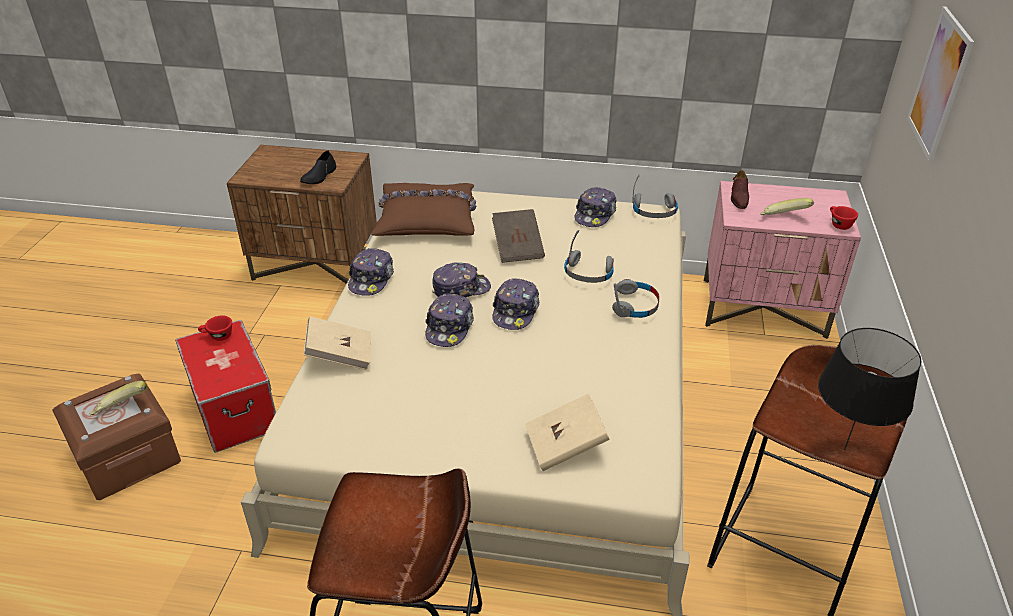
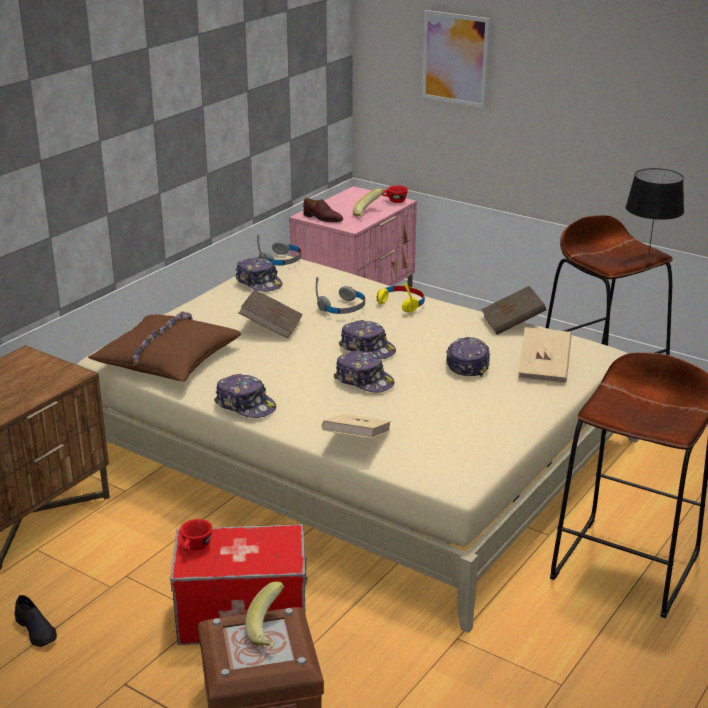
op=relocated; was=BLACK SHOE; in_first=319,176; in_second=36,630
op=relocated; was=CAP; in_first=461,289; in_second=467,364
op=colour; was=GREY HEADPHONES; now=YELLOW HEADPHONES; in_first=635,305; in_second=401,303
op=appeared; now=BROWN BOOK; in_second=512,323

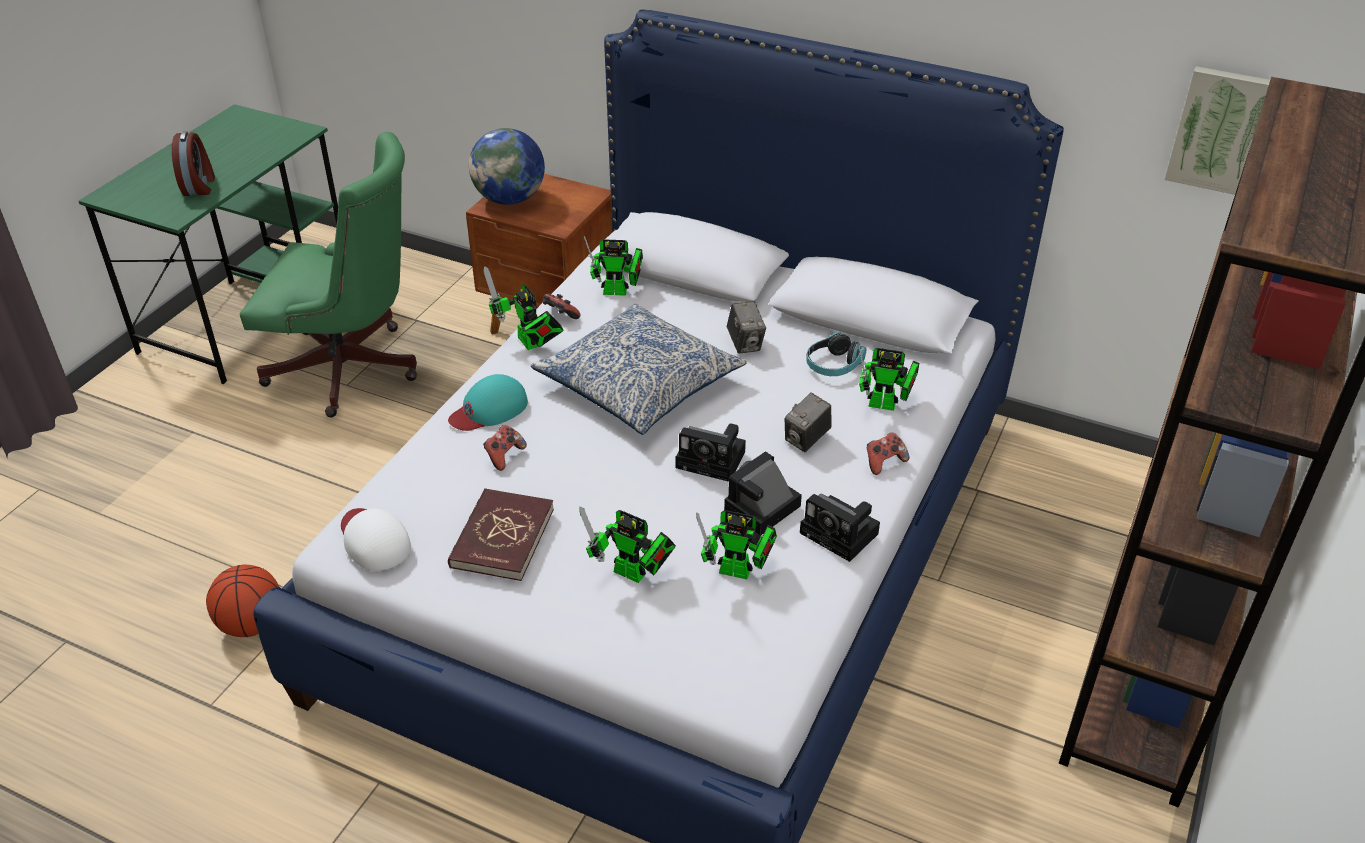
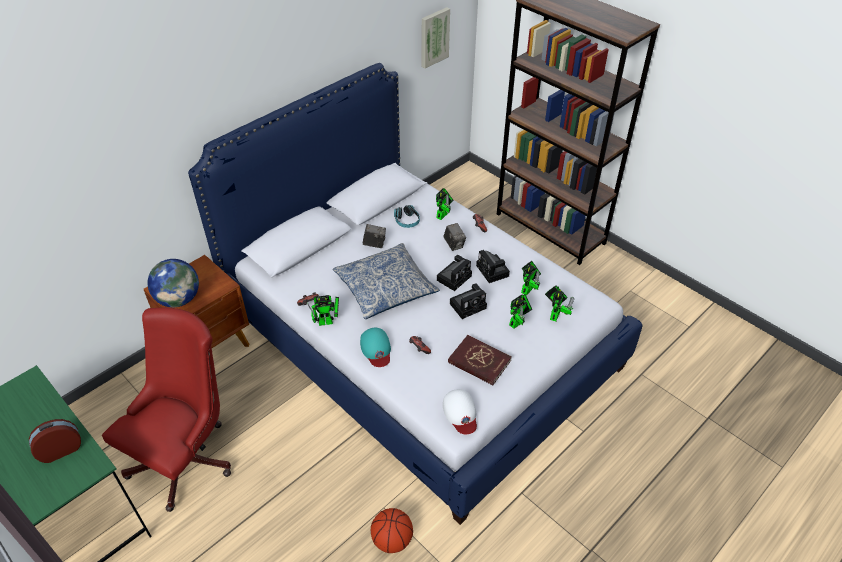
op=spun; was=ALARM CLOCK; in_first=199,186; in_second=61,449; clockwise=-45
op=colour; was=GREEN OFFICE CHAIR; now=RED OFFICE CHAIR; in_first=352,371; in_second=188,456
op=relocated; was=TOY ROBOT; in_first=619,292; in_second=555,314
op=relocated; was=PHOTO CAMERA; in_first=842,534; in_second=469,305
op=spun; was=WHITE CAP; in_first=374,540; in_second=460,413; clockwise=-90

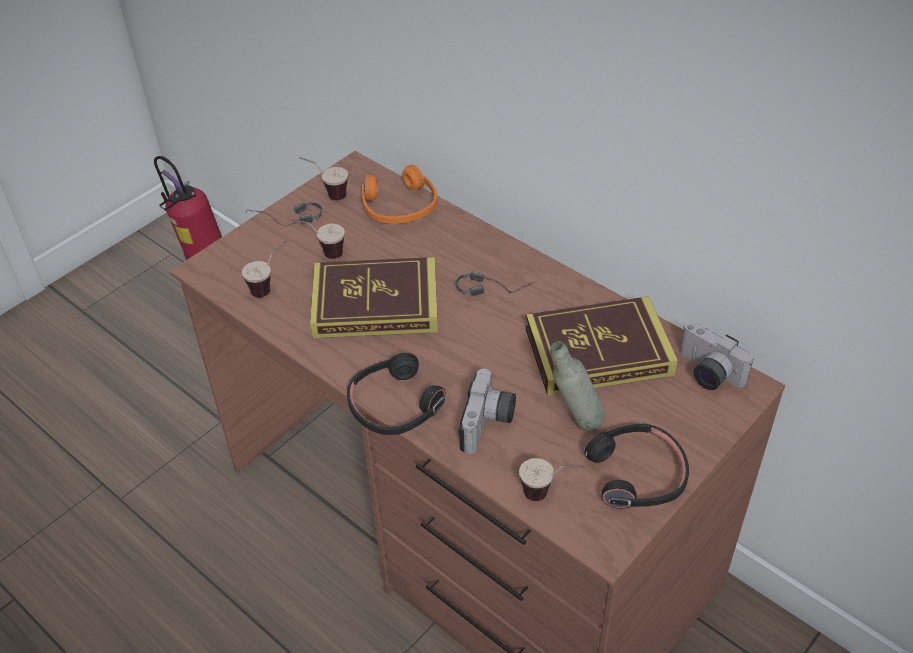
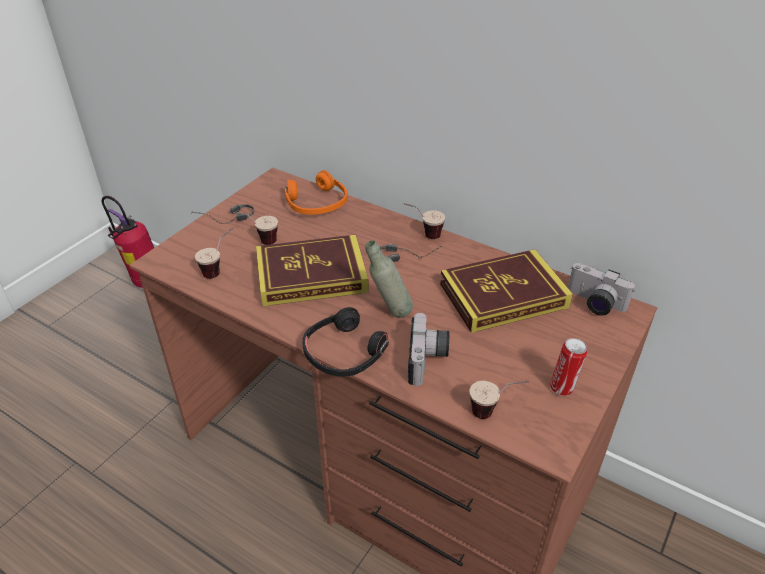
op=relocated; was=CUP; in_first=327,194; in_second=423,235
op=relocated; was=GREY BOTTLE; in_first=574,422; in_second=389,313
op=exchanged; was=BLACK HEADPHONES; now=CAN; in_first=637,474; in_second=563,388

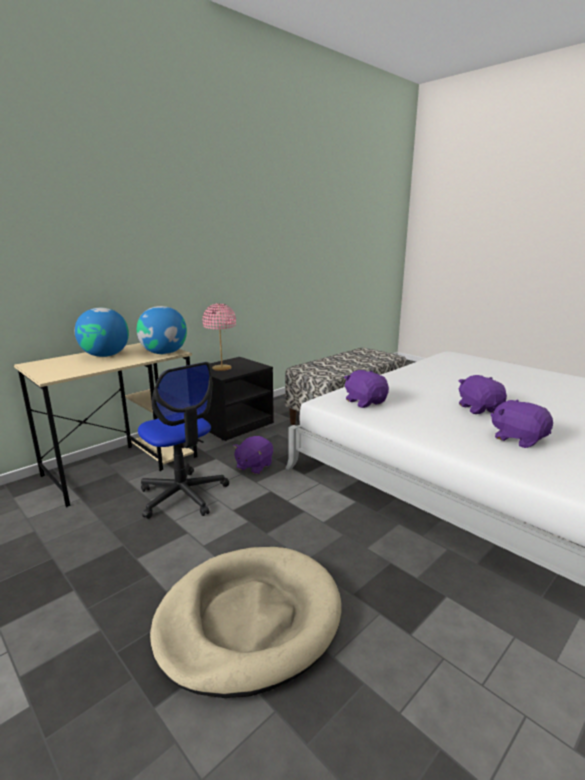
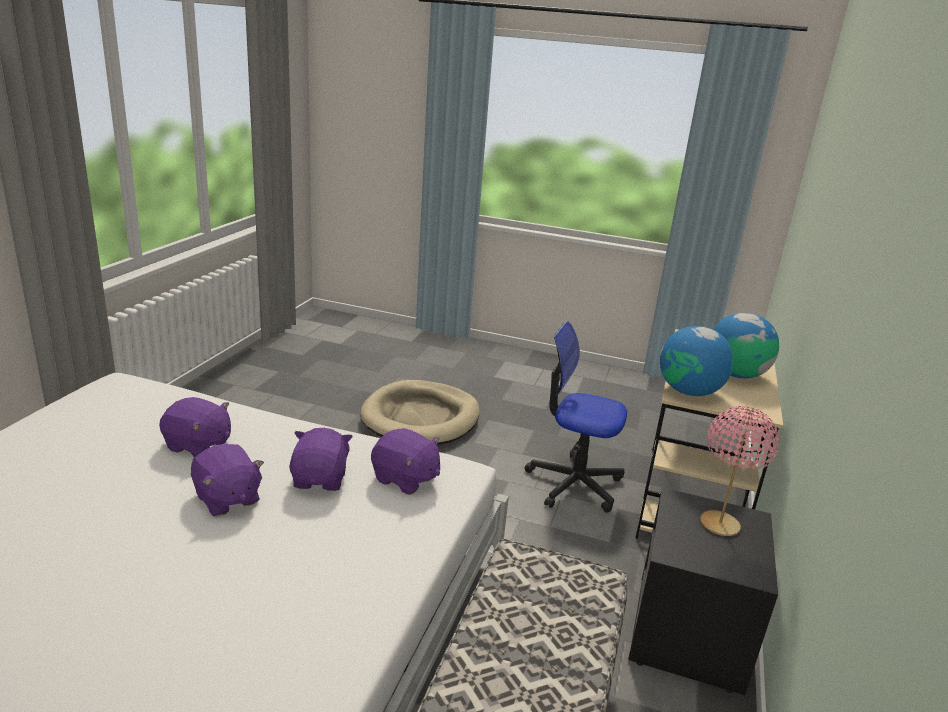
op=relocated; was=PURPLE PLUSH TOY; in_first=254,466; in_second=321,479

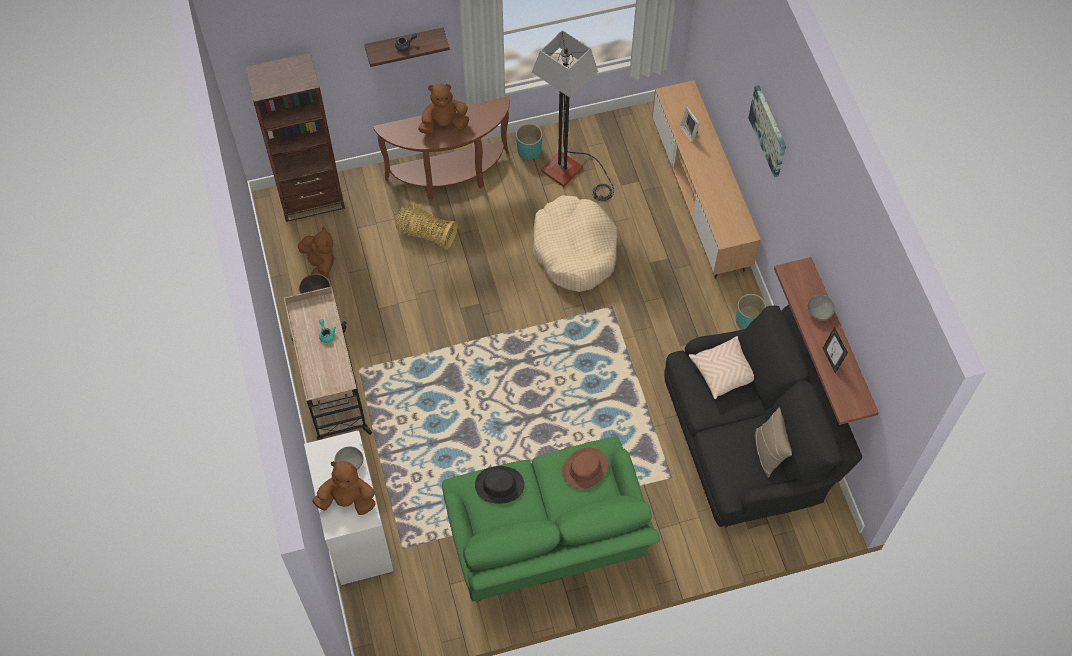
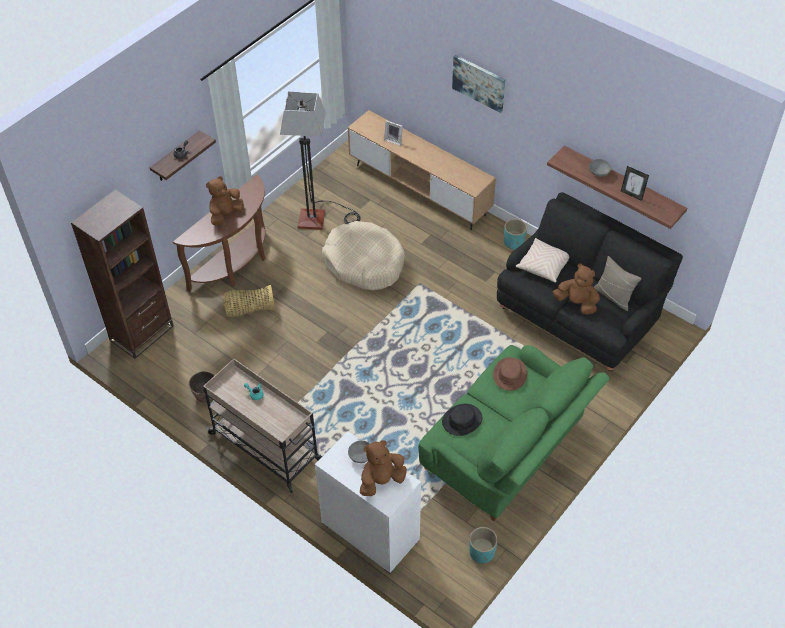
op=relocated; was=TURQUOISE PLANTER; in_first=529,150; in_second=482,553
op=relocated; was=BROWN PLUSH TOY; in_first=320,264; in_second=576,303

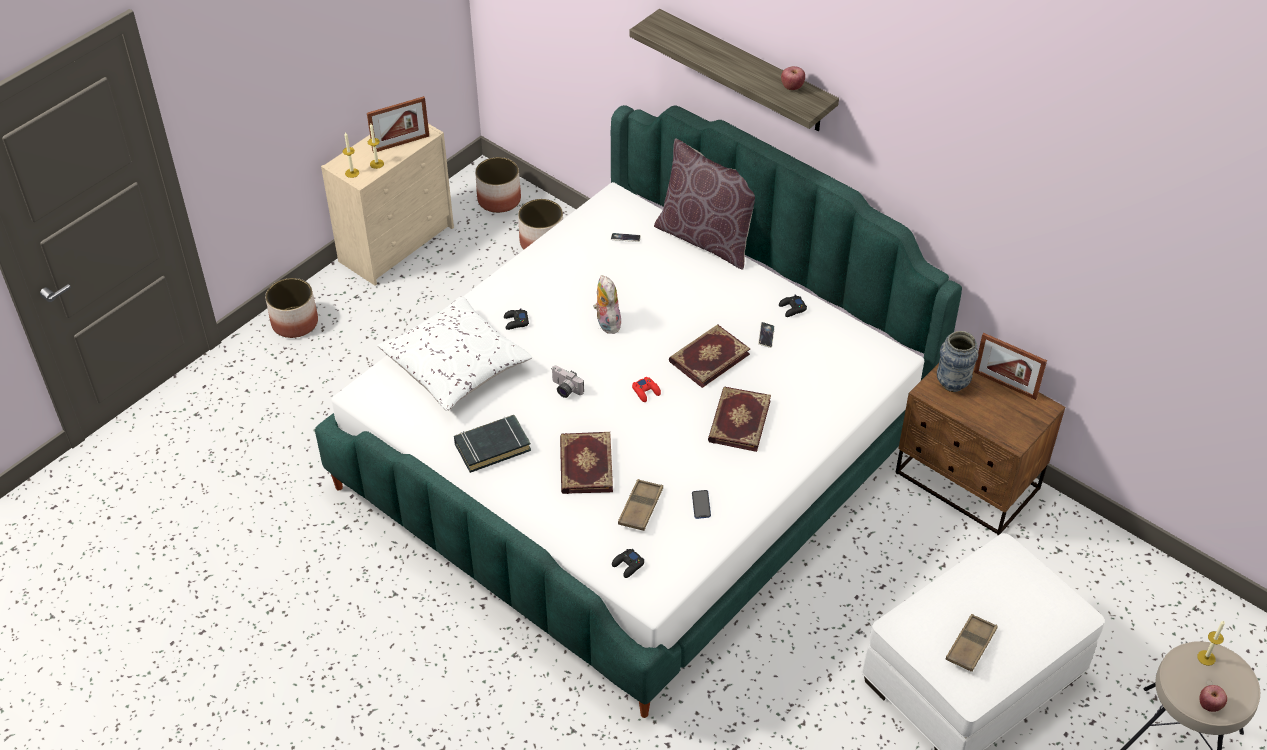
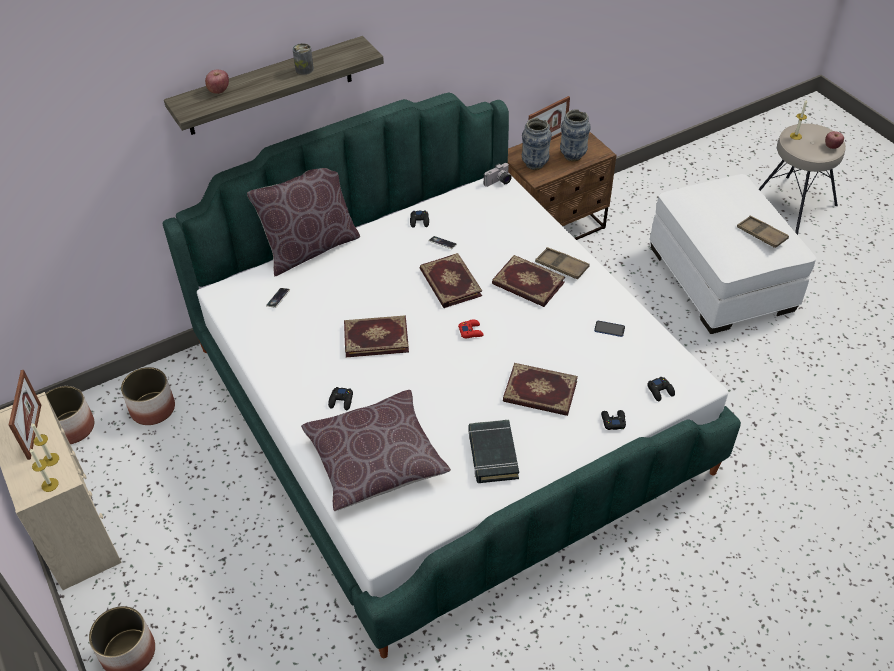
op=relocated; was=APPLE; in_first=792,87; in_second=218,90
op=exchanged; was=PLUSH TOY; now=BOOK; in_first=606,323; in_second=376,337
op=colour; was=WHITE PILLOW; now=BROWN PILLOW; in_first=456,365; in_second=375,460
op=relocated; was=PHOTO CAMERA; in_first=564,389; in_second=499,182
op=relocated; was=BROWN TRAY; in_first=640,508; in_second=561,266
op=appeared; now=CAN; in_second=304,69
op=appeared; now=VASE; in_second=572,156
op=appeared; now=BLACK GAME CONTROLLER; in_second=613,421

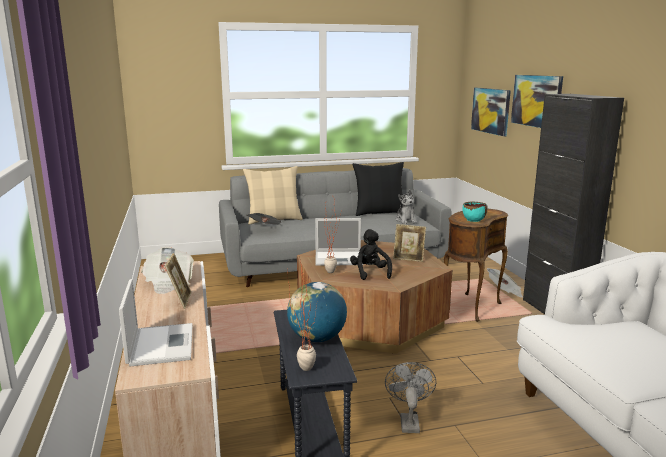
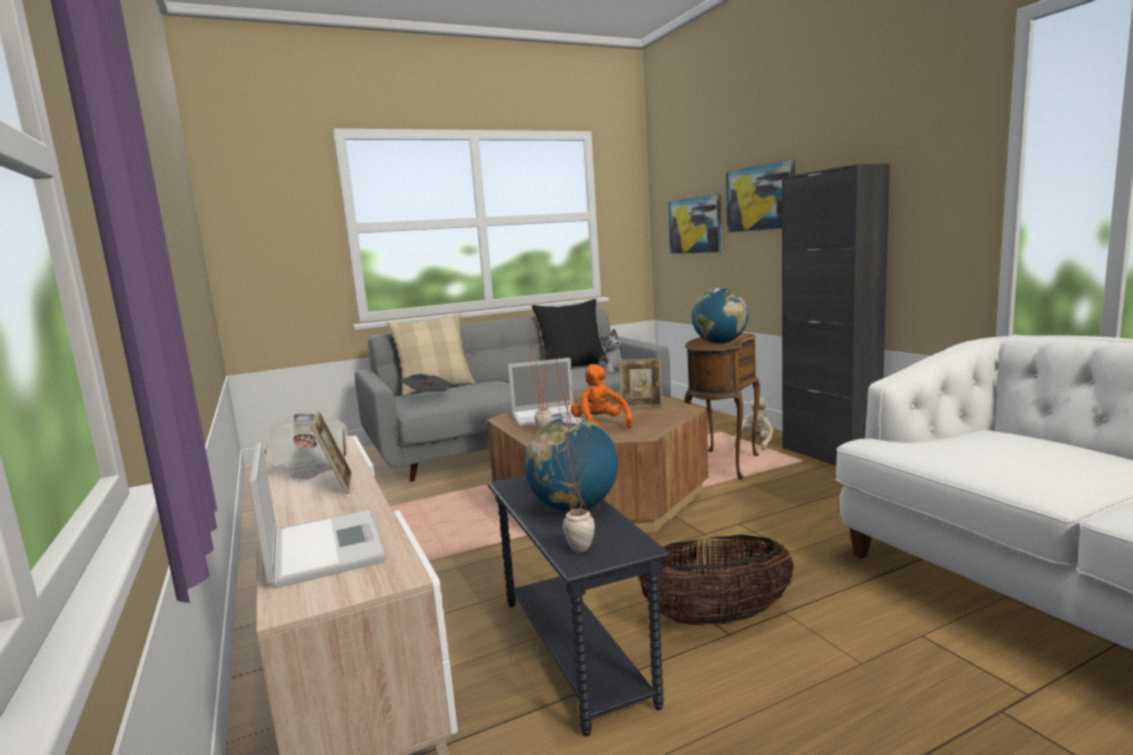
op=exchanged; was=TURQUOISE BOWL; now=GLOBE; in_first=473,220; in_second=720,343
op=colour; was=BLACK PLUSH TOY; now=ORANGE PLUSH TOY; in_first=370,273; in_second=600,425
op=exchanged; was=NEWSPAPER; now=BEIGE PLUSH TOY; in_first=504,292; in_second=755,443
op=exchanged; was=GREY FAN; now=BASKET; in_first=408,421; in_second=717,618

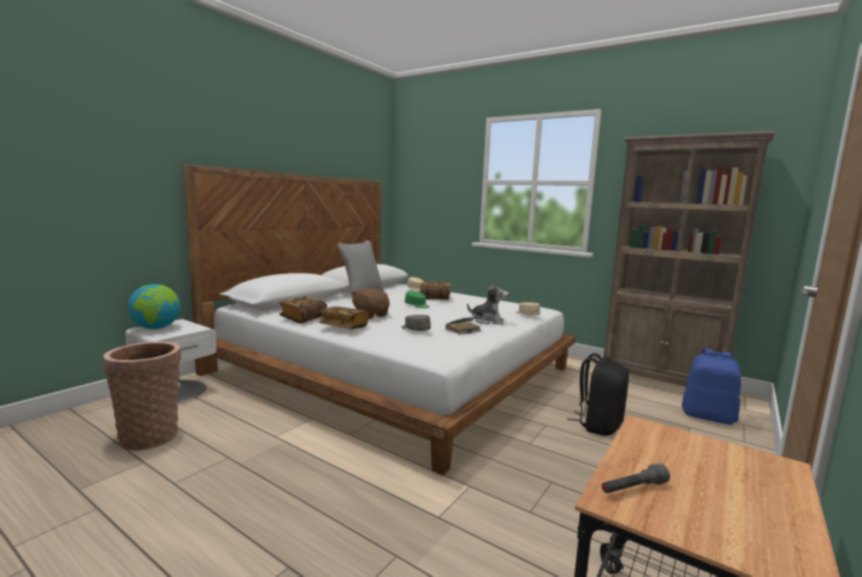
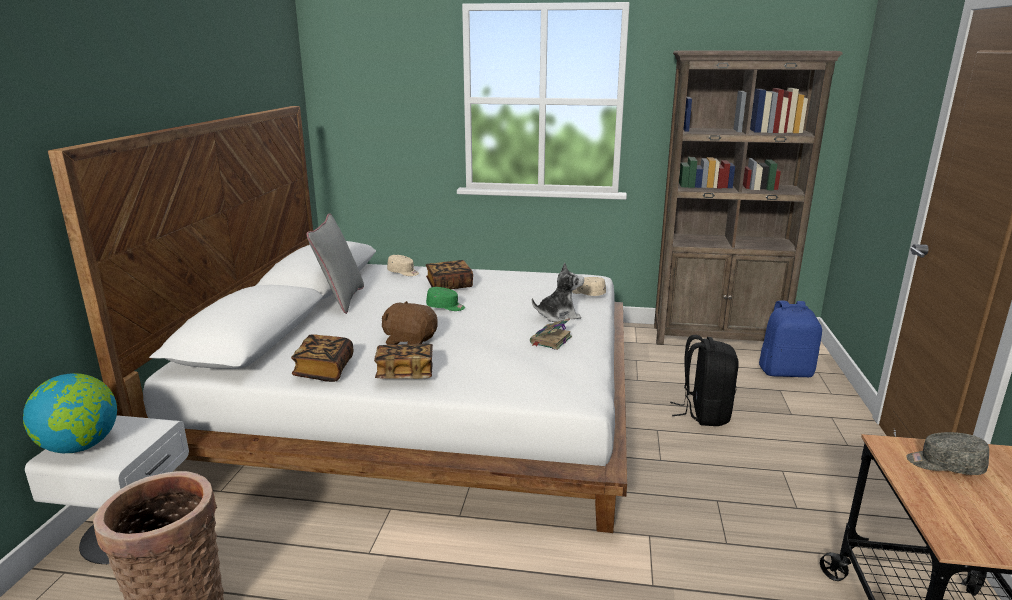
op=relocated; was=GREY CAP; in_first=415,329; in_second=944,465
op=missing; was=GREY FLASHLIGHT; in_first=633,488

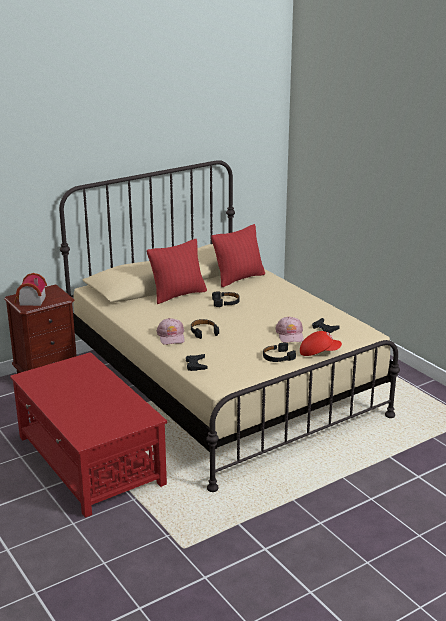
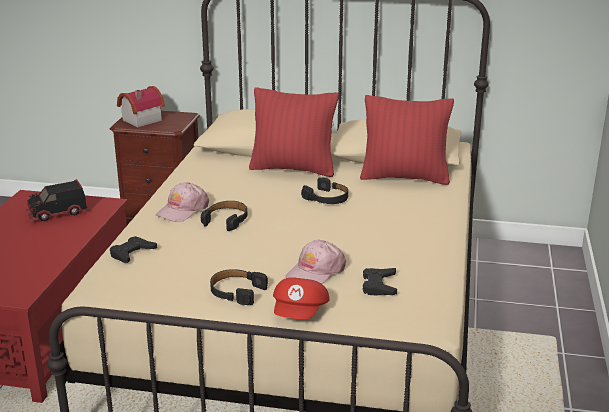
op=spun; was=RED CAP; in_first=319,352; in_second=300,313; clockwise=60
op=appeared; now=TOY TRUCK; in_second=57,214

